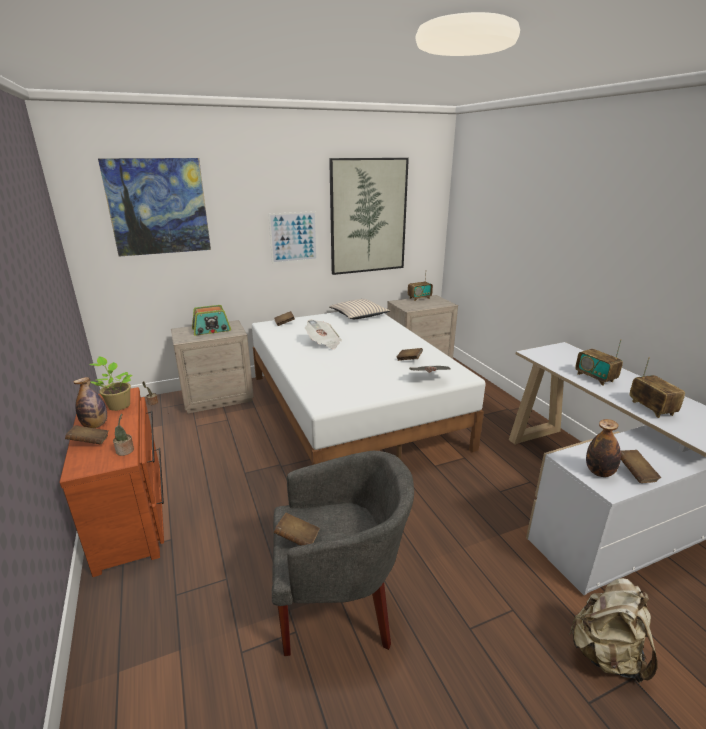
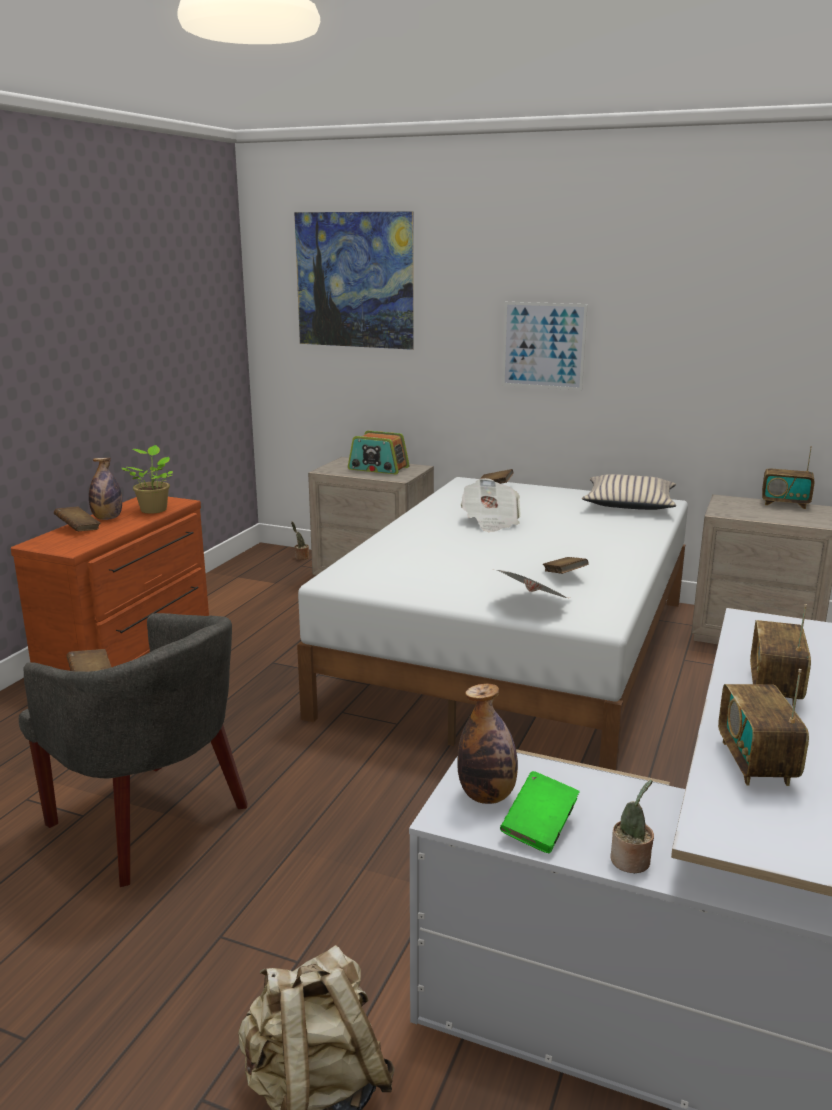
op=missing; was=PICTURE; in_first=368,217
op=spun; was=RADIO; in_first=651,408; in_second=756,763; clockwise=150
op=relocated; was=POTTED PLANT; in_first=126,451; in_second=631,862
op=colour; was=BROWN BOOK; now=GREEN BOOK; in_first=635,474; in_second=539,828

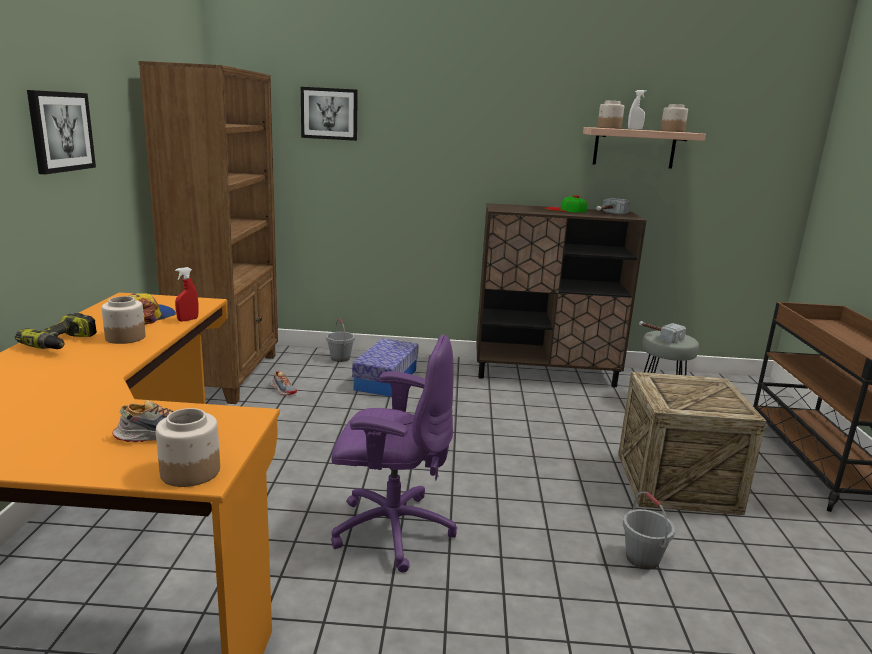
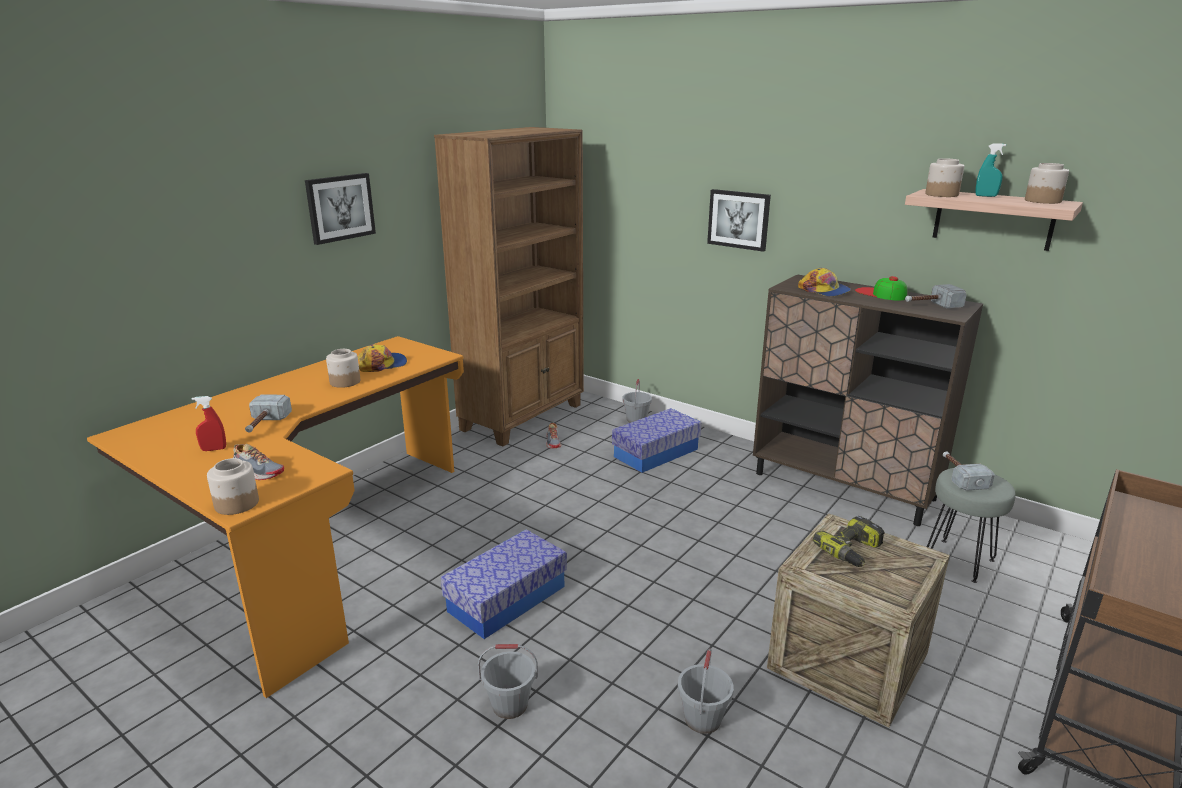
op=relocated; was=PICTURE; in_first=329,113; in_second=739,219
op=colour; was=WHITE SPRAY BOTTLE; now=TURQUOISE SPRAY BOTTLE; in_first=635,129; in_second=986,196
op=relocated; was=RED SPRAY BOTTLE; in_first=188,320; in_second=214,449
op=relocated; was=POWER DRILL; in_first=63,343; in_second=853,551
op=exchanged; was=PURPLE OFFICE CHAIR; now=STORAGE BOX; in_first=391,529; in_second=507,599
op=appeared; now=CAP; in_second=824,291
op=appeared; now=HAMMER; in_second=264,424
op=appeared; now=GREY BUCKET; in_second=509,705

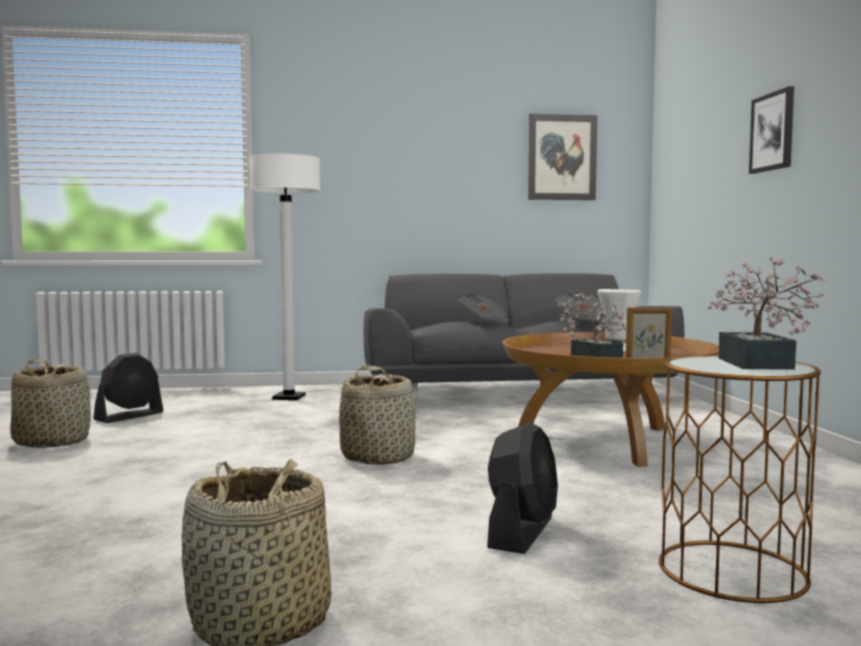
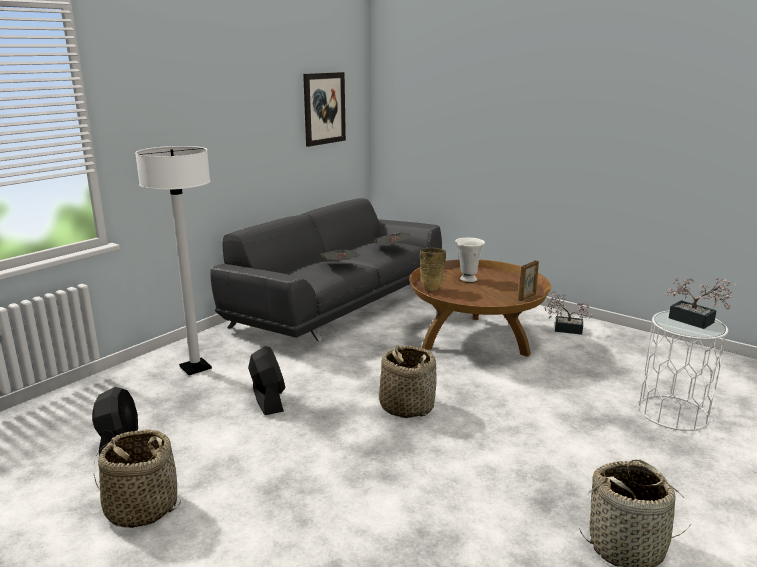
op=missing; was=PICTURE; in_first=772,132
op=relocated; was=POTTED PLANT; in_first=592,356; in_second=564,329
op=colour; was=BROWN SIDE TABLE; now=WHITE SIDE TABLE; in_first=731,570; in_second=672,412
op=relocated; was=BLACK FAN; in_first=521,532; in_second=268,400
op=appeared; now=BEIGE VASE; in_second=432,289

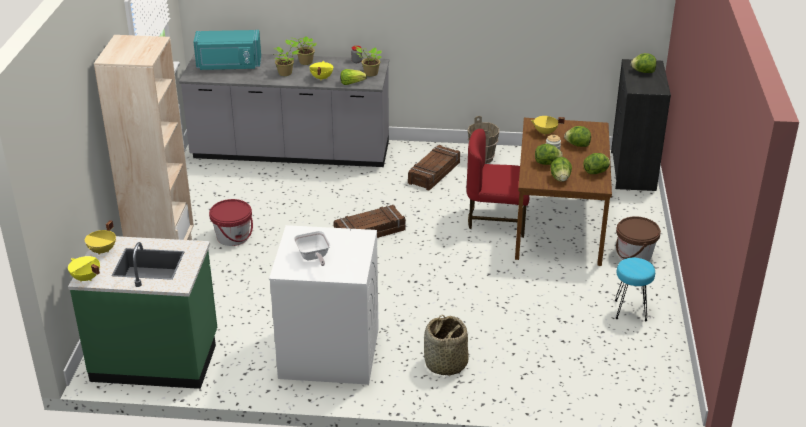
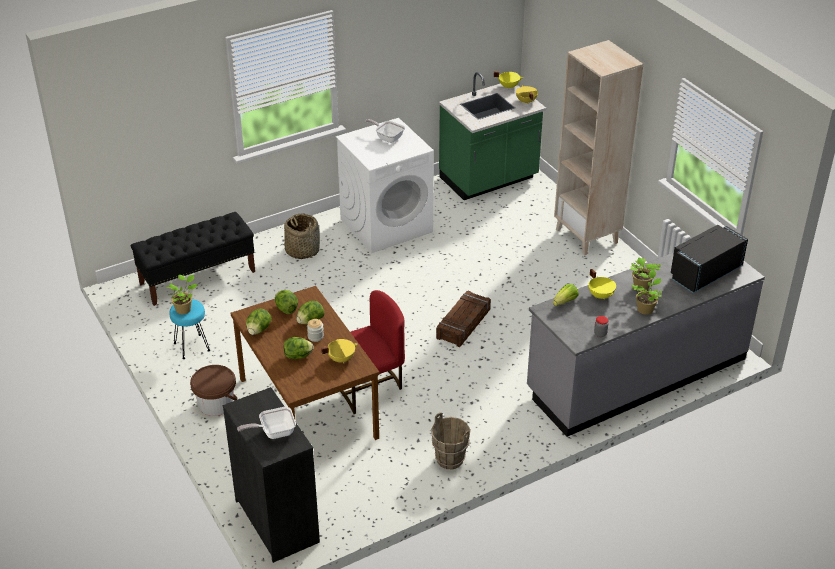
op=colour; was=TURQUOISE MICROWAVE; now=BLACK MICROWAVE; in_first=229,65; in_second=704,272
op=relocated; was=POTTED PLANT; in_first=369,73; in_second=184,309
op=exchanged; was=LETTUCE; now=FRYING PAN; in_first=643,72; in_second=274,432
op=missing; was=CRATE; in_first=433,173
op=missing; was=RED BUCKET; in_first=233,237
op=appeared; now=BLACK BENCH; in_second=198,277

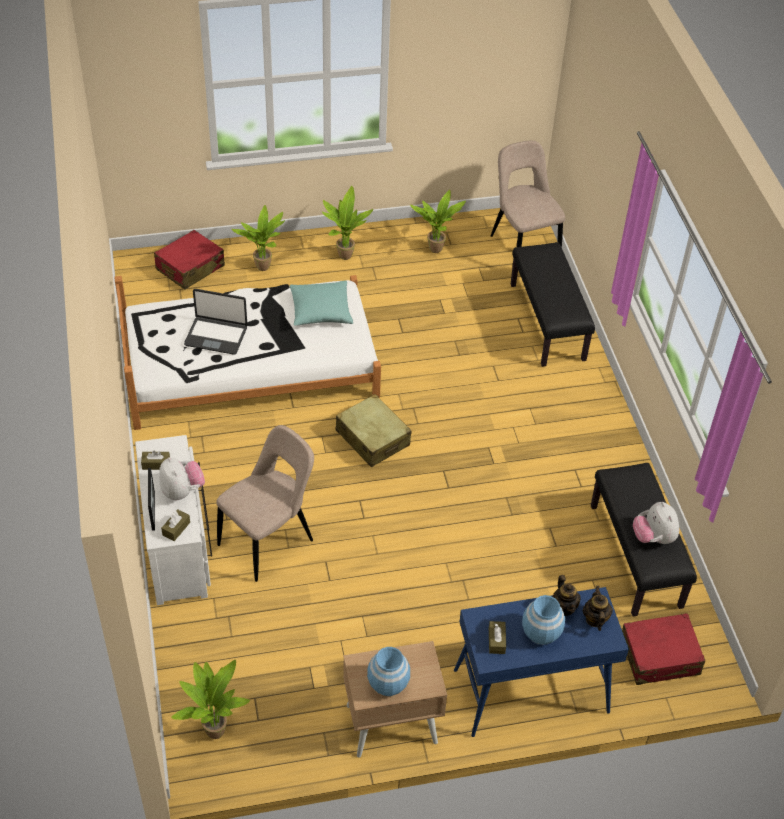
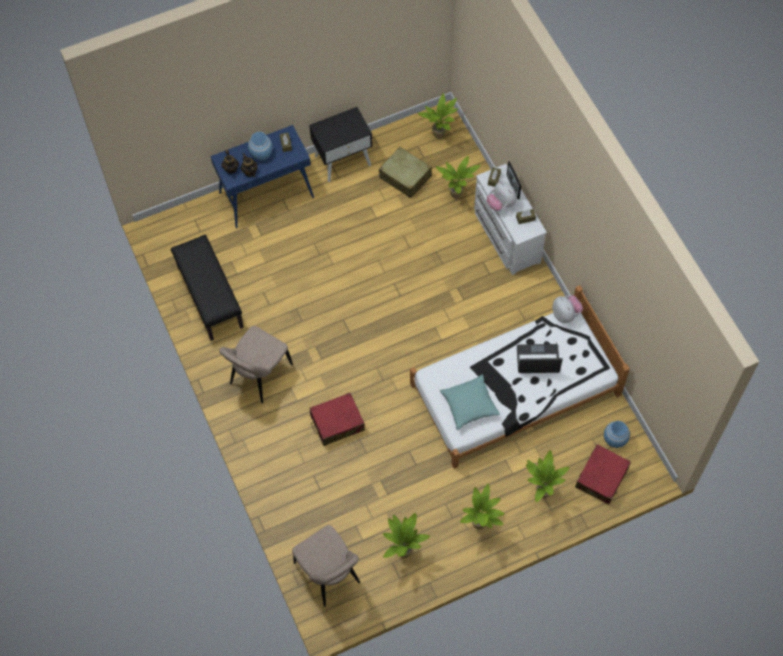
op=missing; was=BLACK BENCH; in_first=548,322
op=relocated; was=BEIGE SUITCASE; in_first=372,438; in_second=405,177
op=relocated; was=BEIGE CHAIR; in_first=269,540; in_second=259,376
op=relocated; was=PLUSH TOY; in_first=653,537; in_second=566,314
op=relocated; was=RED SUITCASE; in_first=660,656; in_second=337,423
op=colour; was=BEIGE NIGHTSTAND; now=BLACK NIGHTSTAND; in_first=391,724; in_second=343,160
op=relocated; was=BLUE VASE; in_first=388,684; in_second=615,439
op=appeared; now=POTTED PLANT; in_second=456,196

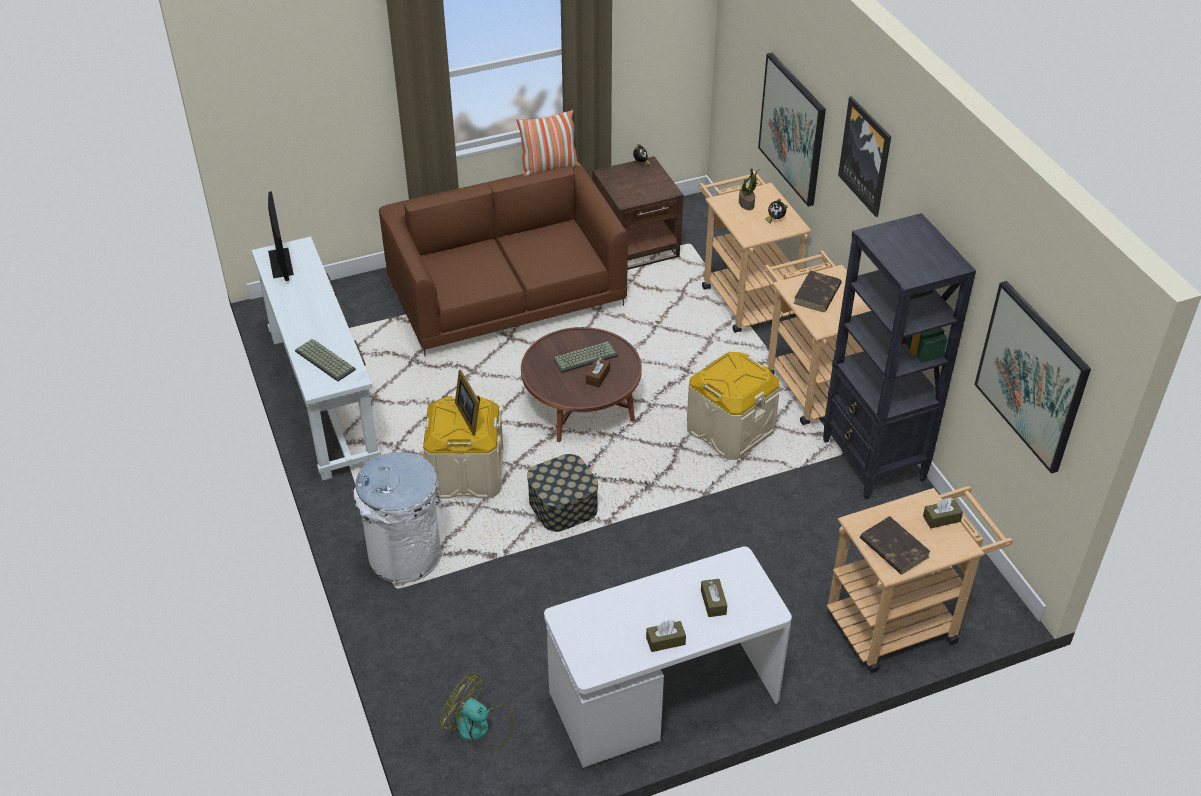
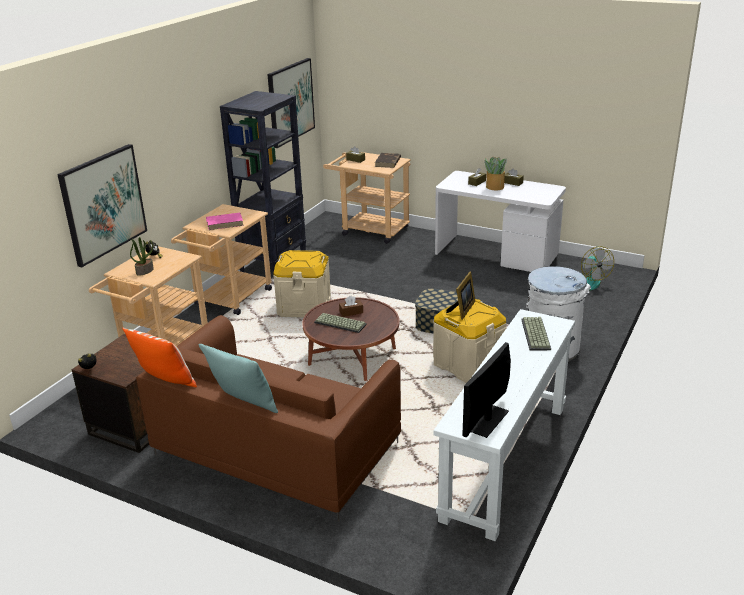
op=missing; was=PICTURE; in_first=866,156
op=colour; was=BROWN BOOK; now=PINK BOOK; in_first=817,294; in_second=225,223
op=appeared; now=POTTED PLANT; in_second=494,187
op=appeared; now=TURQUOISE PILLOW; in_second=243,406

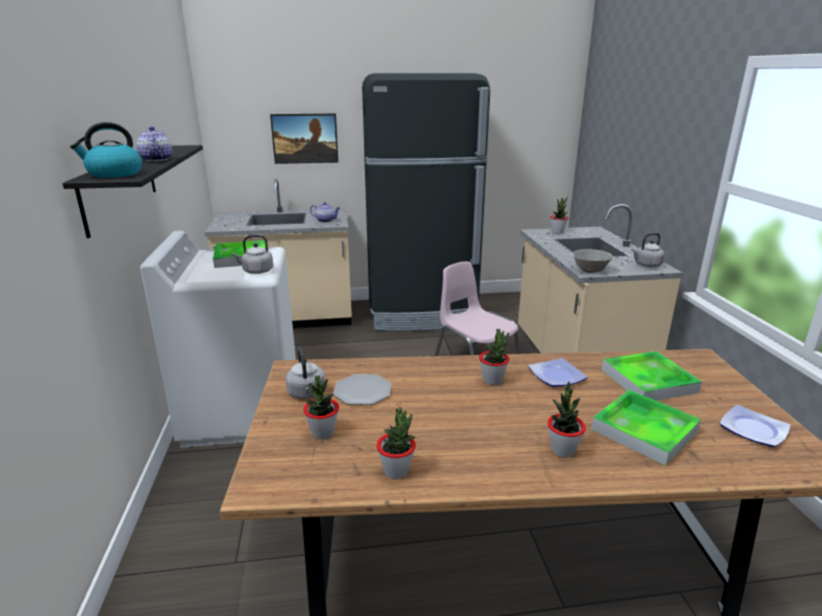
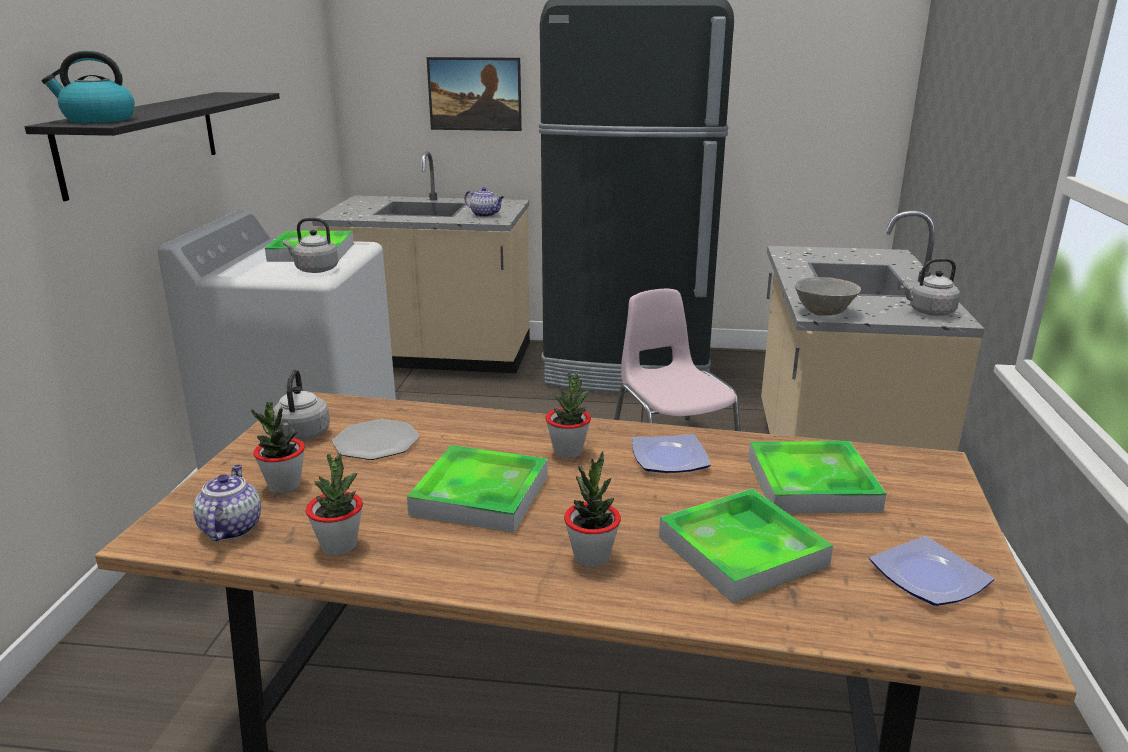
op=relocated; was=TEAPOT; in_first=156,159; in_second=231,528
op=missing; was=POTTED PLANT; in_first=557,232
op=appeared; now=TRAY; in_second=480,495

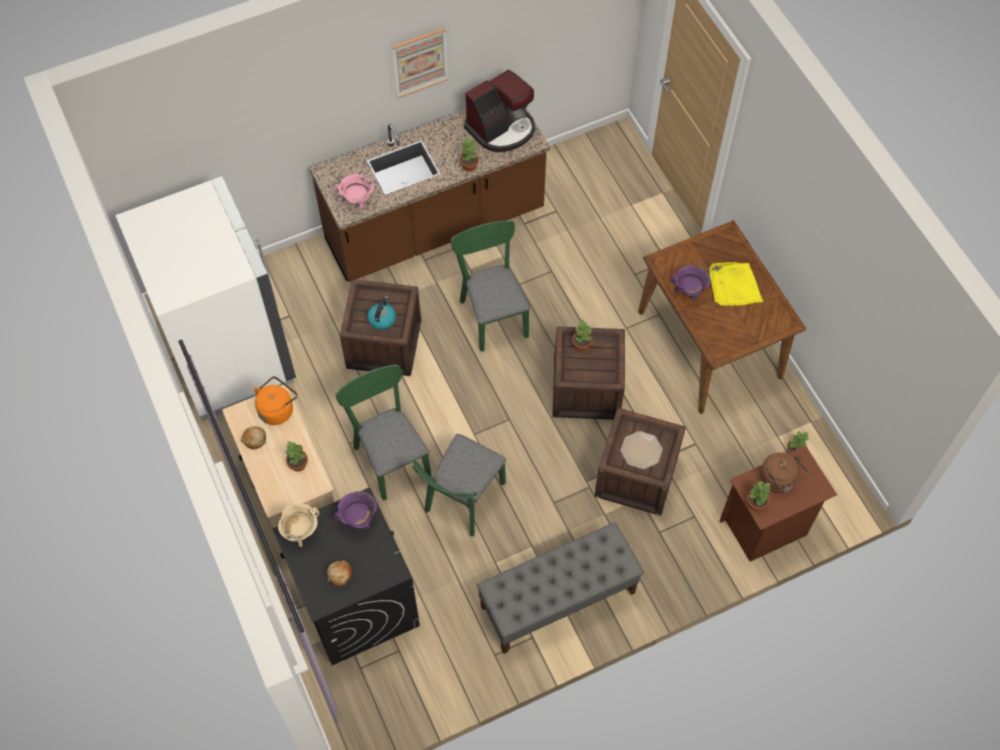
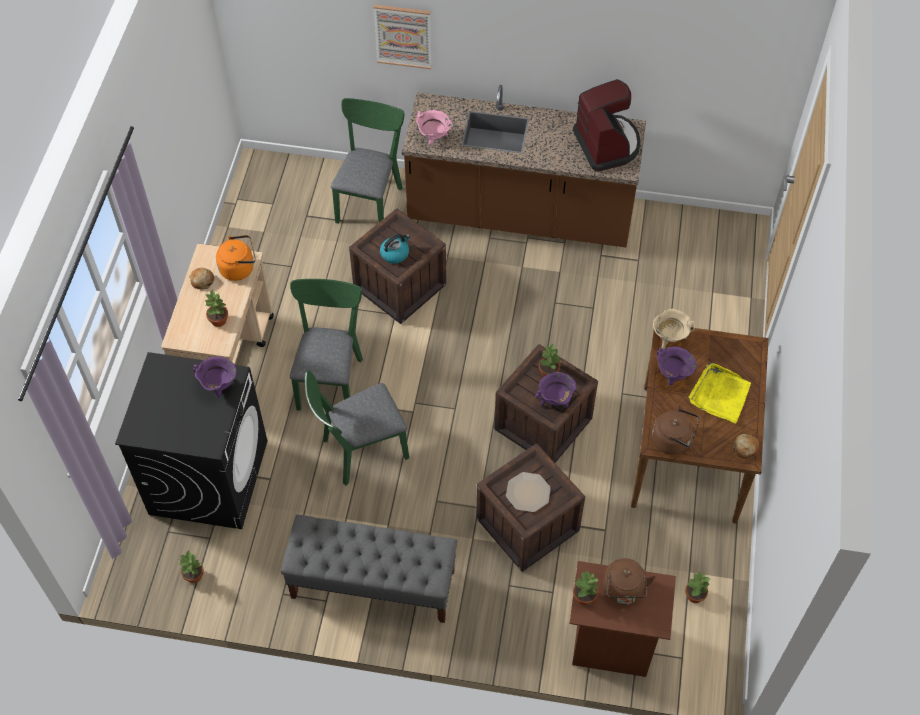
op=relocated; was=PICTURE; in_first=420,61; in_second=403,36
op=spun; was=COFFEE MACHINE; in_first=501,128; in_second=607,144; clockwise=-105
op=relocated; was=POTTED PLANT; in_first=469,165; in_second=194,575
op=missing; was=WHITE FRIDGE; in_first=230,355
op=relocated; was=GREEN CHAIR; in_first=492,313; in_second=370,200
op=relocated; was=BEIGE COOKING POT; in_first=301,531; in_second=669,339
op=relocated; was=BREAD; in_first=339,574; in_second=745,448
op=appeared; now=PURPLE COOKING POT; in_second=555,401
op=appeared; now=BROWN KETTLE; in_second=673,441

